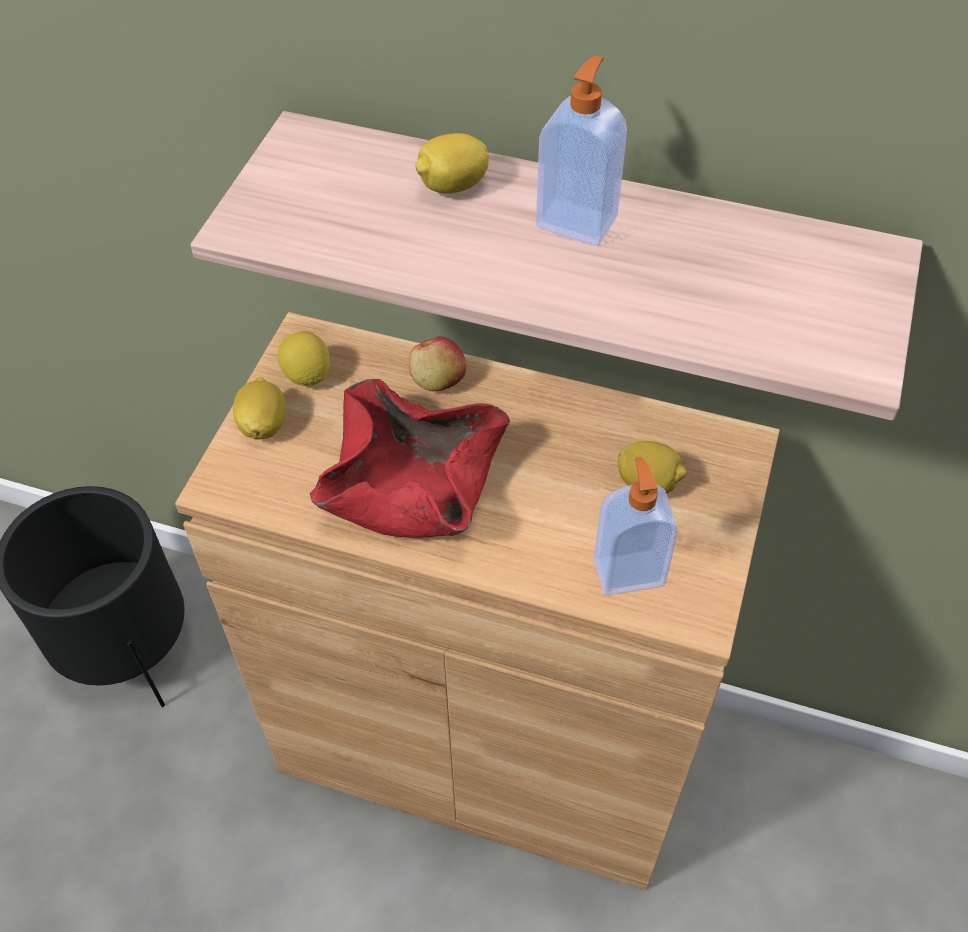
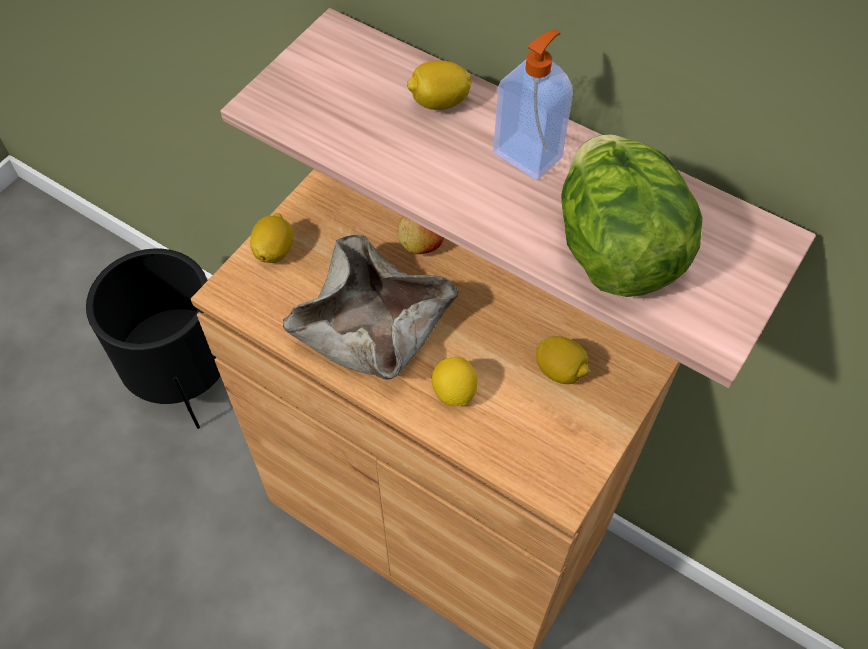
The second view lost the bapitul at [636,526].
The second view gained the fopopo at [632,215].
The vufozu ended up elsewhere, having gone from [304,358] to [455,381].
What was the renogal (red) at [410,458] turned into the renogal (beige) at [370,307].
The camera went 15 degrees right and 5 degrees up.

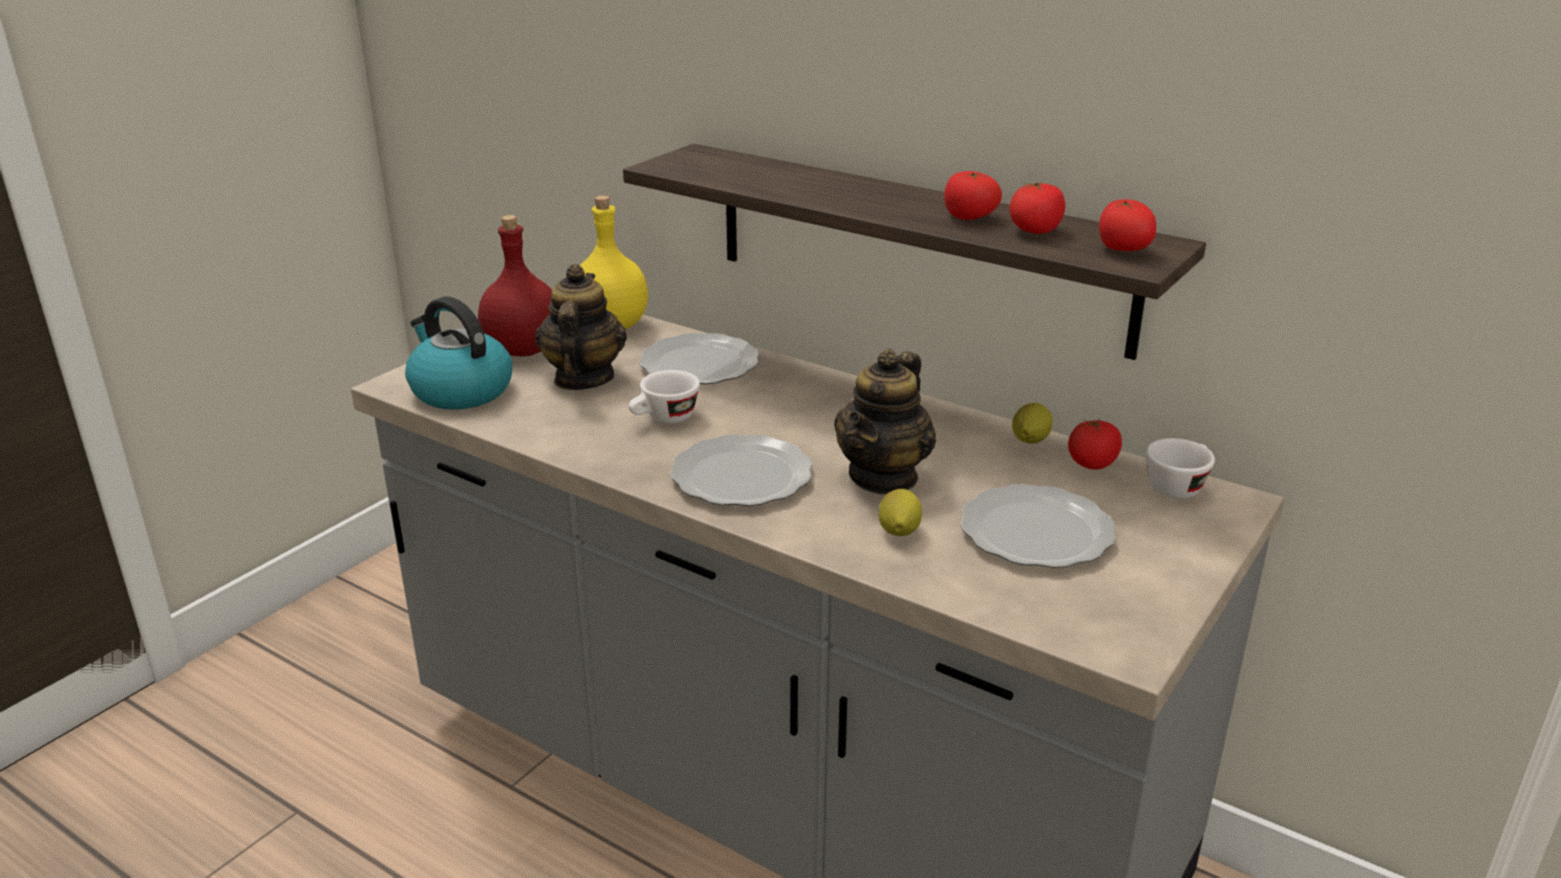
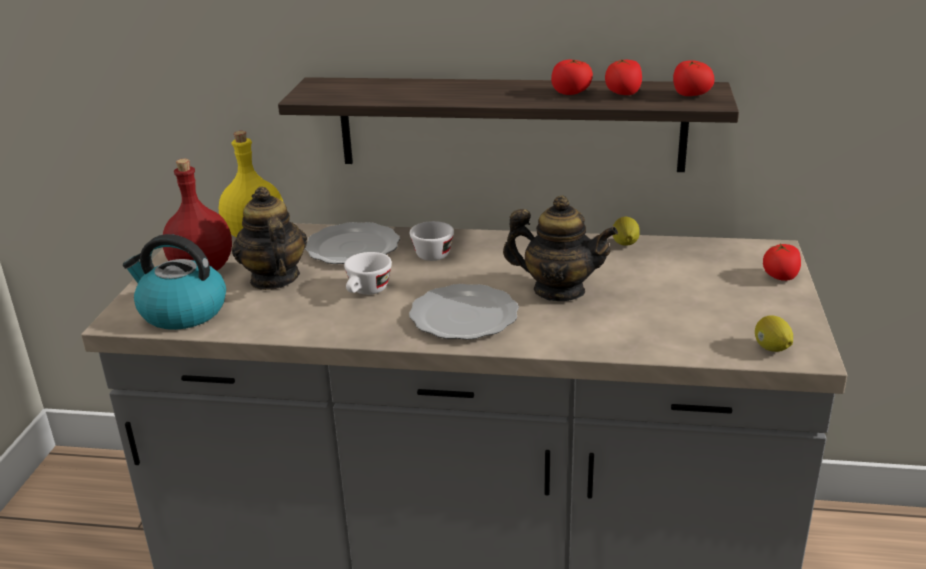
The second view lost the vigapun at [1038,526].
The vufozu ended up elsewhere, having gone from [900,512] to [774,333].
The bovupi ended up elsewhere, having gone from [1095,444] to [782,262].
The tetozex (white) ended up elsewhere, having gone from [1180,468] to [432,241].
The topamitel at [885,421] ended up facing another way, 75 degrees counterclockwise from before.
The camera went 25 degrees left and 0 degrees up.

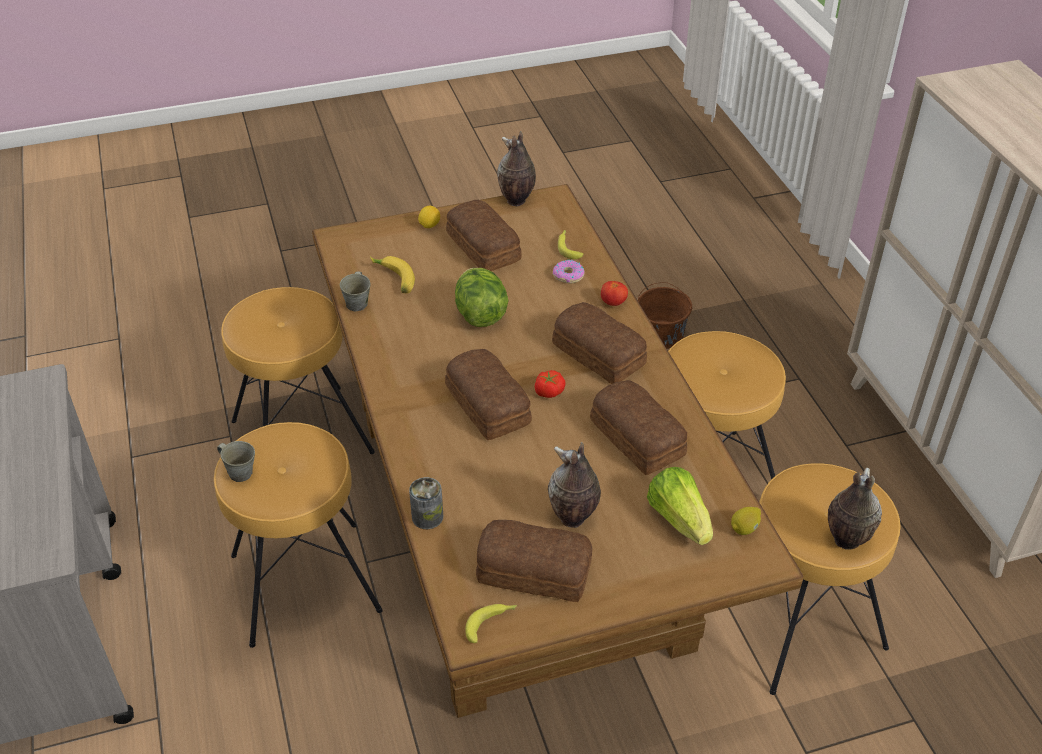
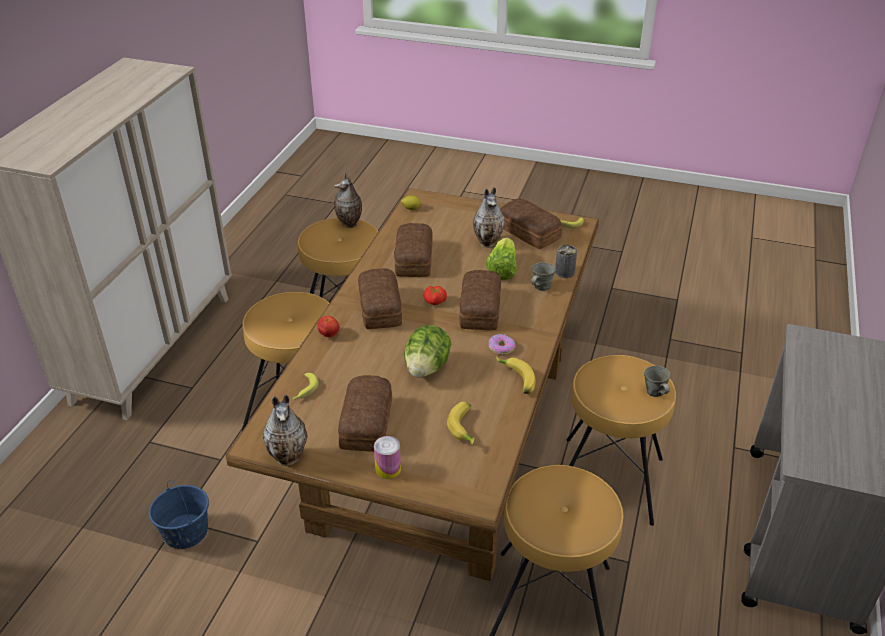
The second view gained the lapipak at [516,375].
The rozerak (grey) ended up elsewhere, having gone from [355,291] to [543,276].
The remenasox ended up elsewhere, having gone from [569,272] to [502,344].
The fopopo ended up elsewhere, having gone from [680,506] to [501,258].
Where the vufozu stood at [429,217], the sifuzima came to stand at [387,457].
What was the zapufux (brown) at [665,315] turned into the zapufux (blue) at [179,514].
The camera went 145 degrees left and 5 degrees down.

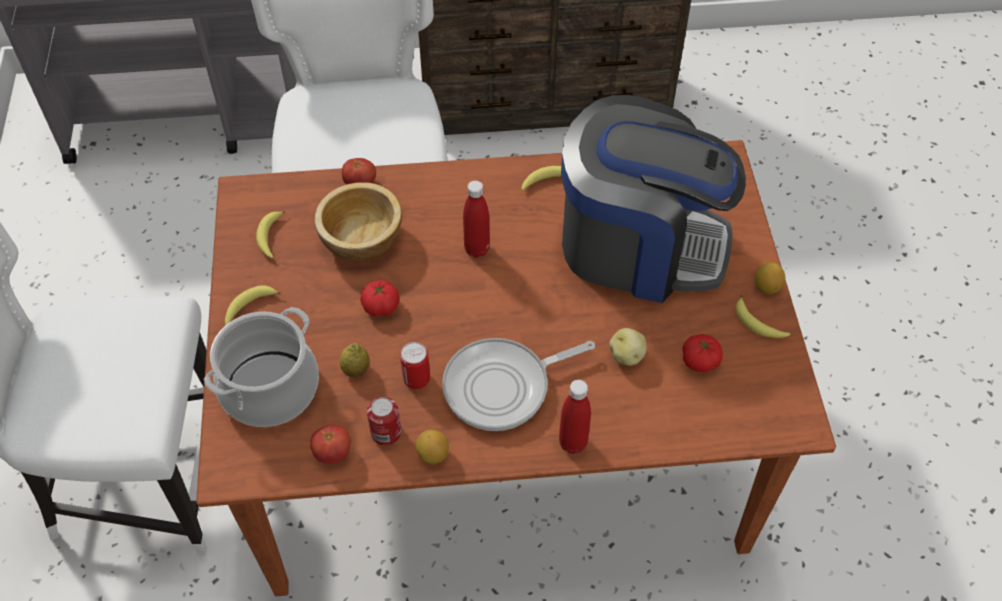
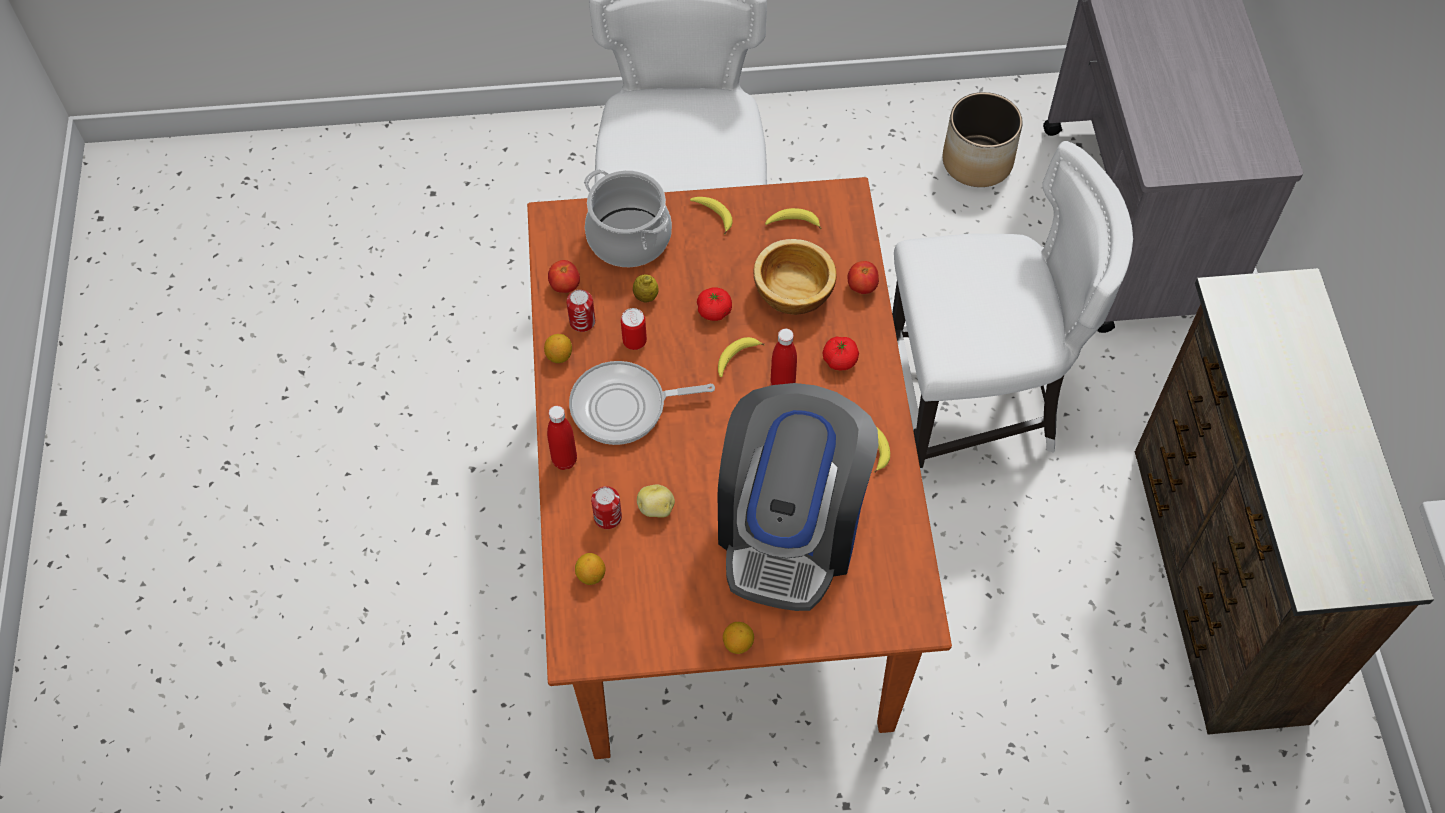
The second view gained the vufozu at [590,569].
The second view gained the sifuzima at [606,507].
The second view gained the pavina at [983,139].
The bovupi ended up elsewhere, having gone from [702,353] to [841,353].
The lapipak ended up elsewhere, having gone from [763,316] to [741,357].
The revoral at [518,384] ended up facing another way, 75 degrees counterclockwise from before.
The camera went 90 degrees right and 5 degrees up.

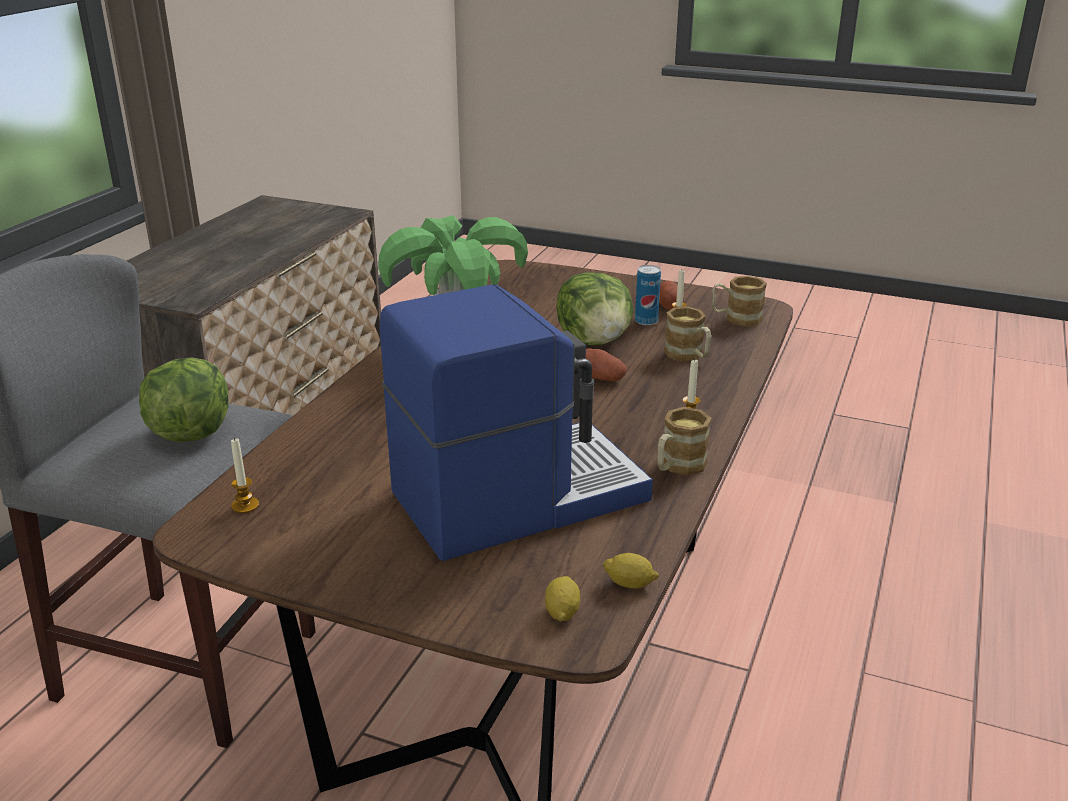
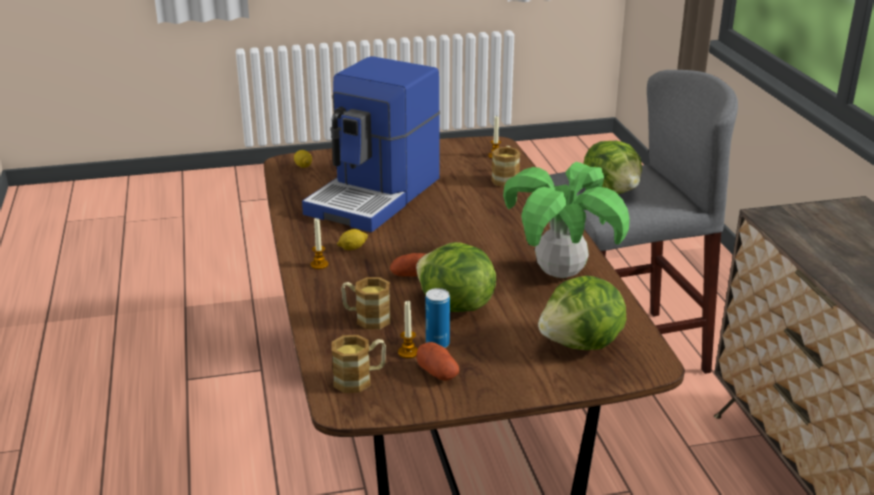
The second view gained the fopopo at [582,313].
The vufozu ended up elsewhere, having gone from [630,571] to [352,239].
The rozerak ended up elsewhere, having gone from [684,441] to [505,166].
The camera went 145 degrees right and 0 degrees up.

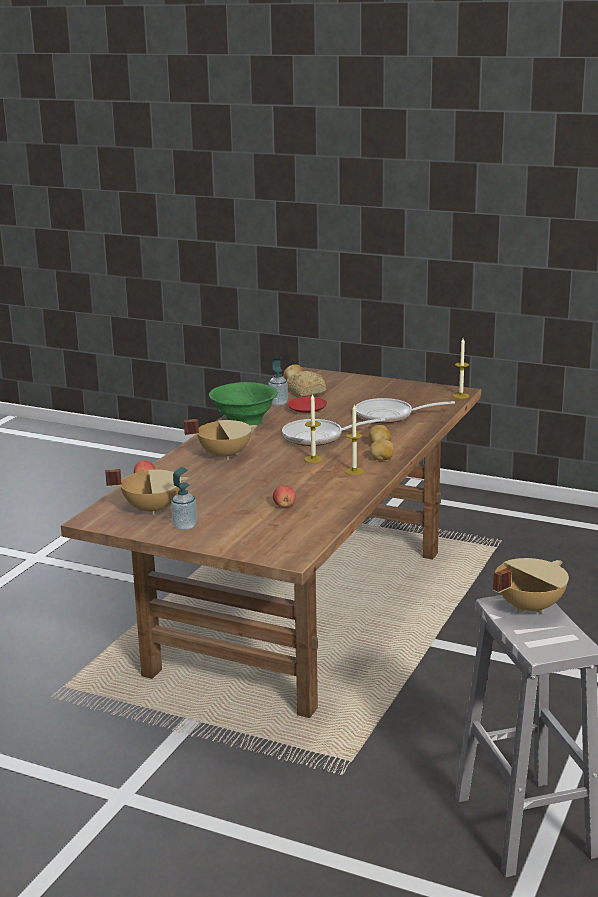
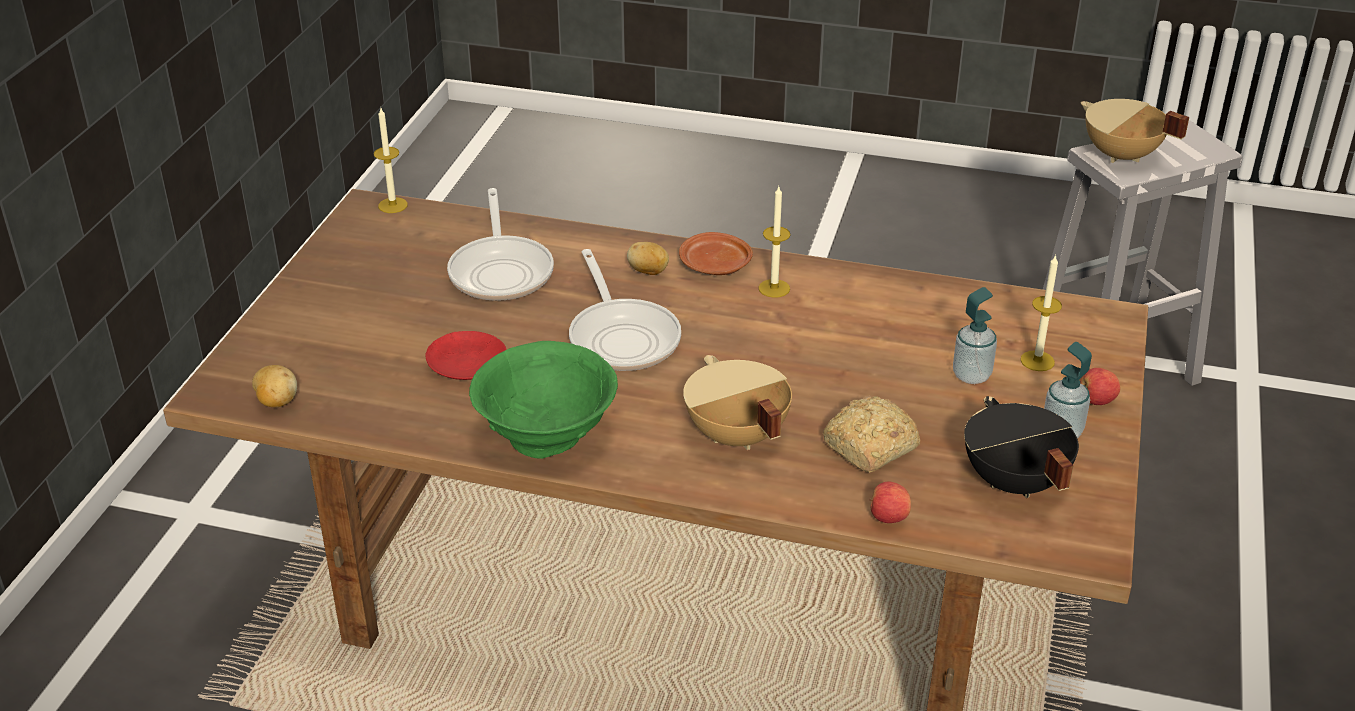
The bapitul ended up elsewhere, having gone from [278,382] to [975,335].
The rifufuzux ended up elsewhere, having gone from [284,496] to [1100,386].
The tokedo ended up elsewhere, having gone from [307,384] to [871,434].
The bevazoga ended up elsewhere, having gone from [313,428] to [1041,312].
Where the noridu stood at [382,450], the vigapun (brown) came to stand at [716,253].
What was the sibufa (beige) at [147,492] turned into the sibufa (black) at [1021,447].
The camera went 100 degrees left and 15 degrees up.

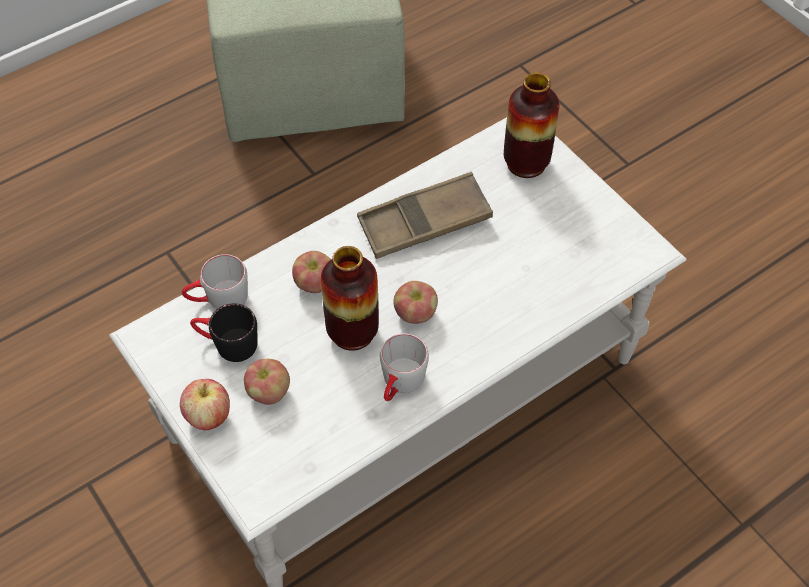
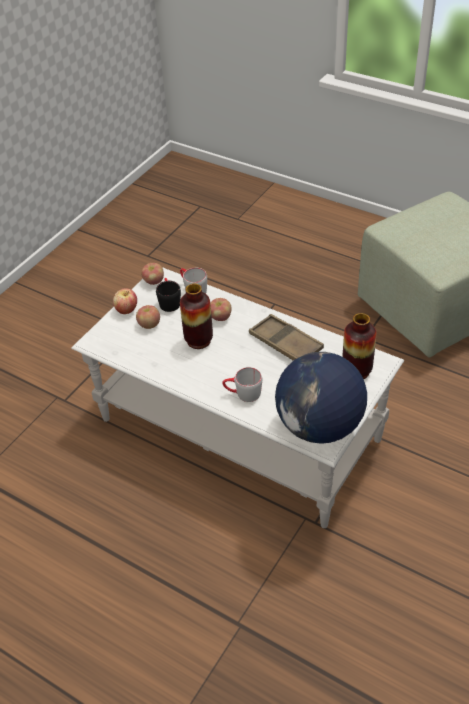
The second view gained the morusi at [321,398].
The rozerak (grey) ended up elsewhere, having gone from [404,367] to [242,384].
The rifufuzux ended up elsewhere, having gone from [415,302] to [152,274].
The camera went 70 degrees right and 10 degrees down.

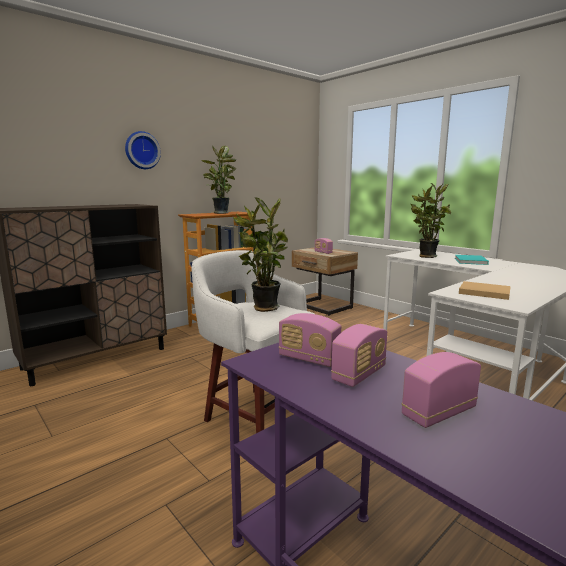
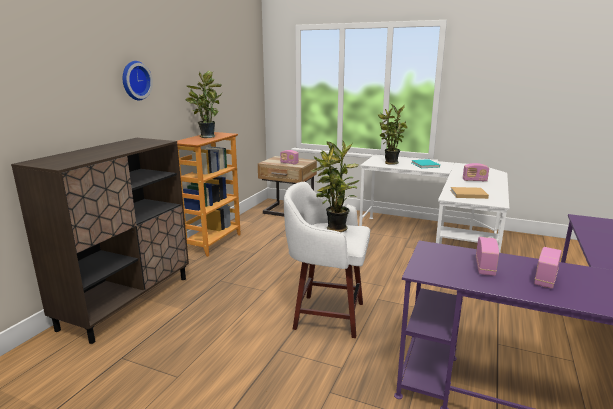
The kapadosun ended up elsewhere, having gone from [310,340] to [476,172].
The camera went 25 degrees left and 5 degrees up.

